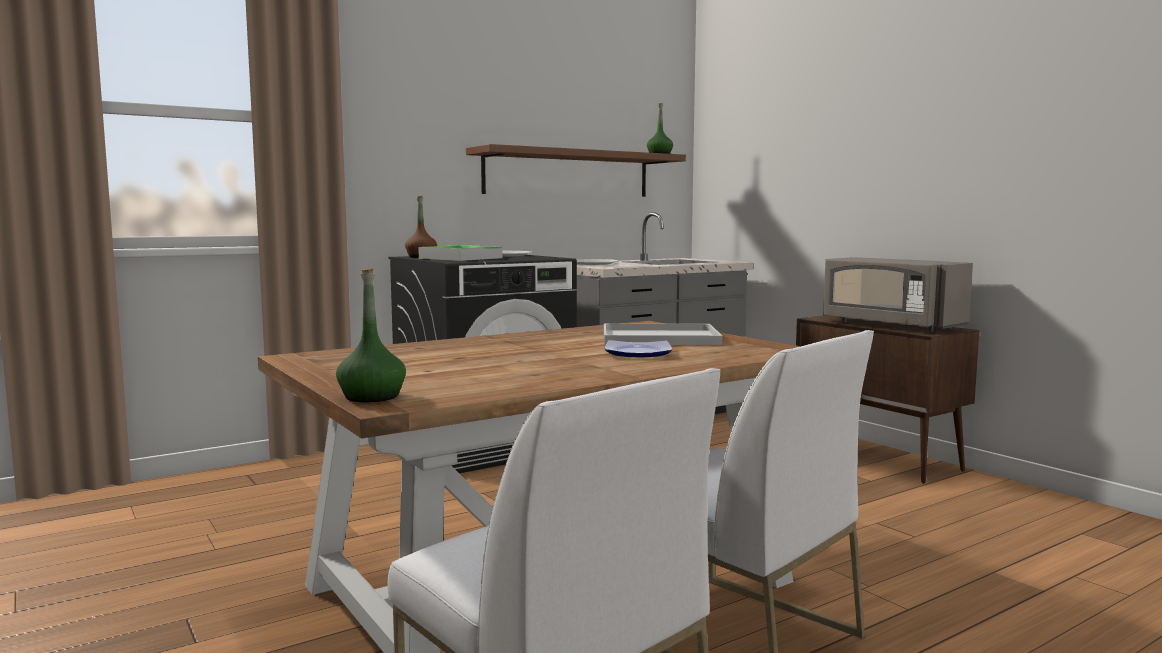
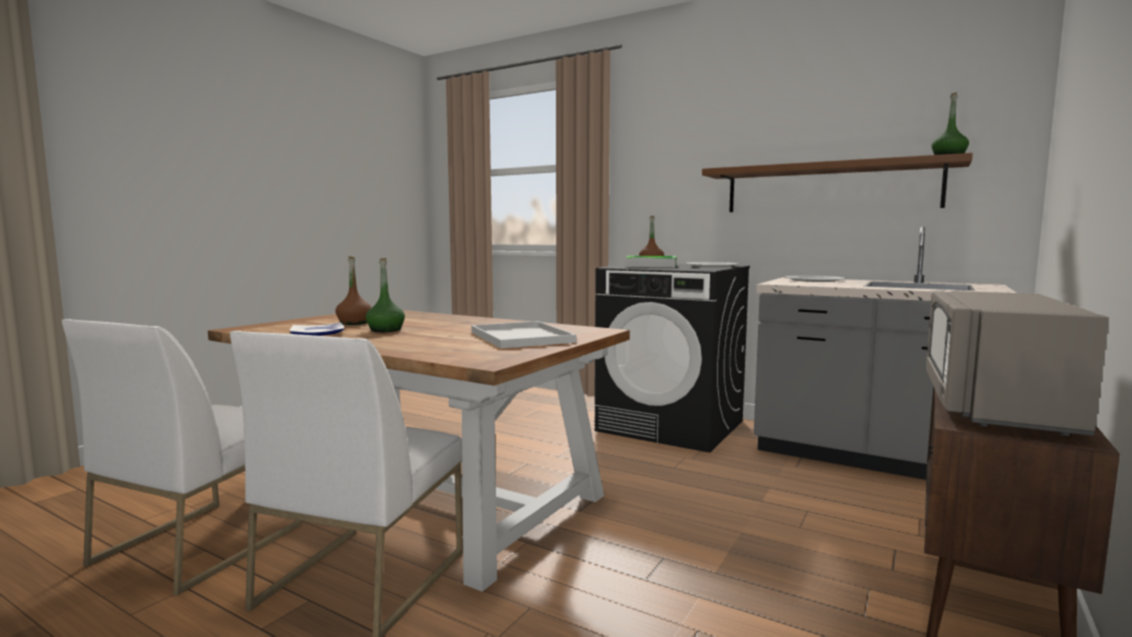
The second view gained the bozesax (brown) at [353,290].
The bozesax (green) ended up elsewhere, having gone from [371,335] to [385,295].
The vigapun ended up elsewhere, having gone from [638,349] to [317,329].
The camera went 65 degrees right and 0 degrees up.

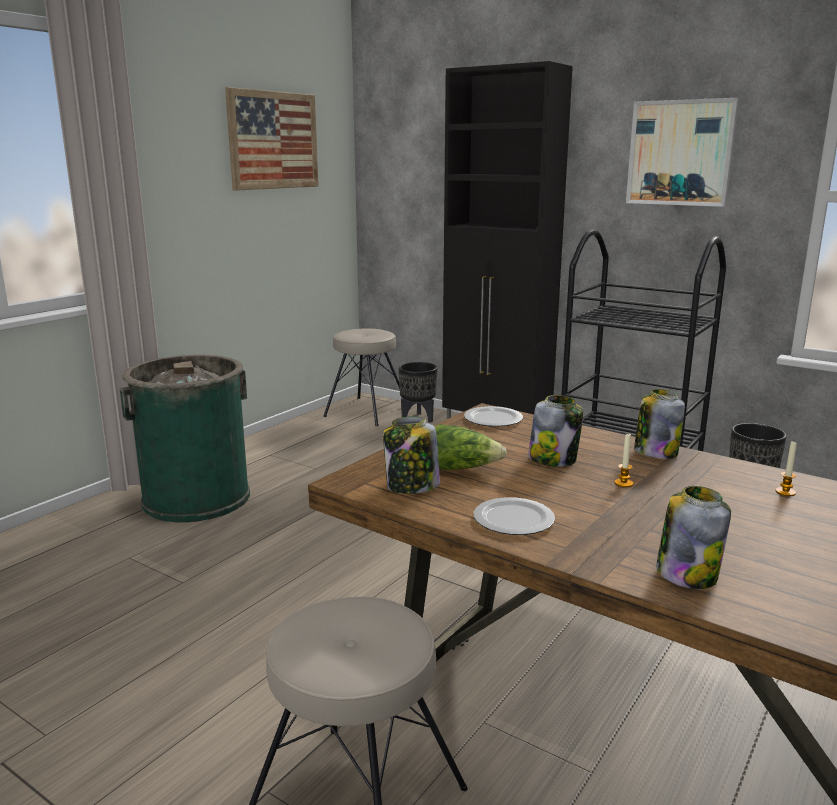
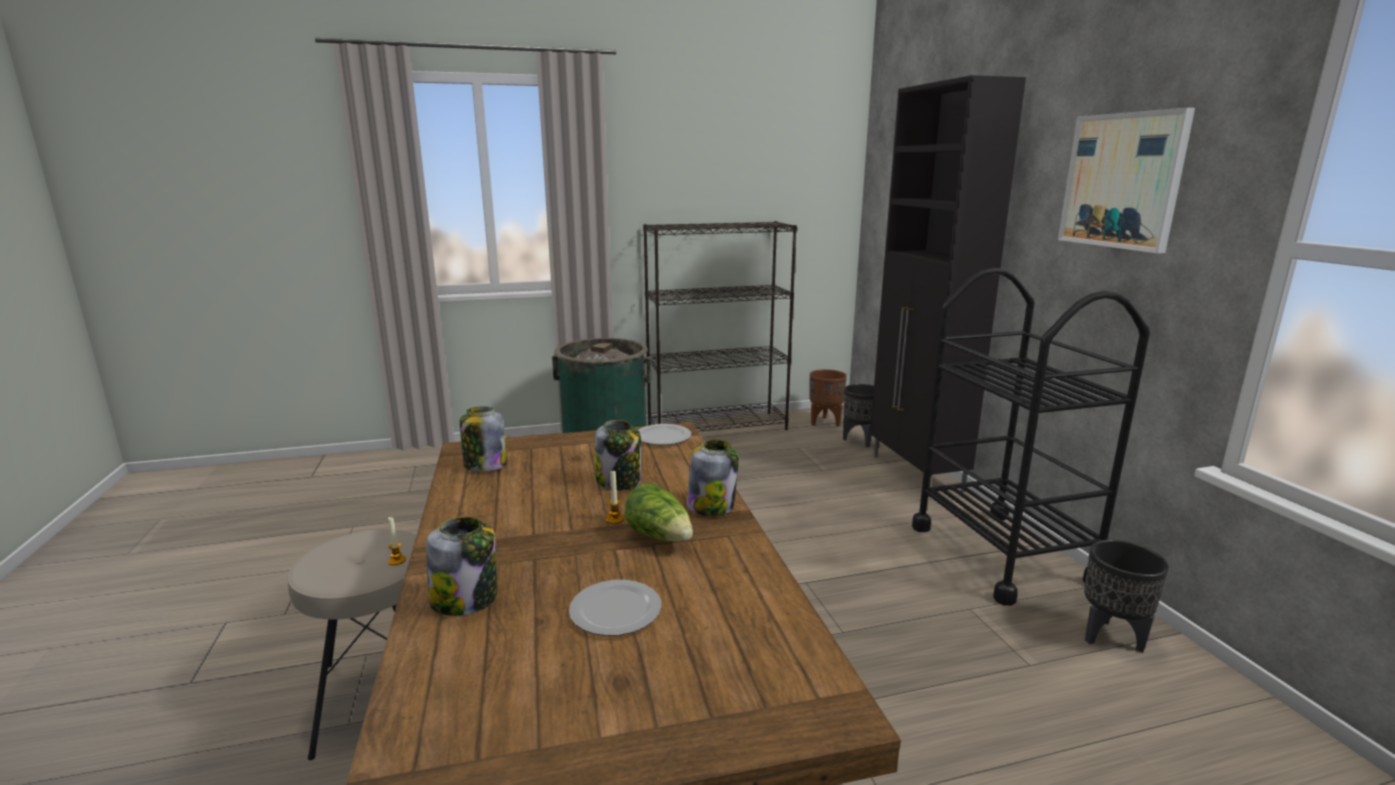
The second view lost the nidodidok at [272,139].
The second view gained the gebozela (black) at [720,326].
The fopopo ended up elsewhere, having gone from [471,447] to [659,512].
The vigapun ended up elsewhere, having gone from [514,516] to [615,608].
The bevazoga ended up elsewhere, having gone from [786,468] to [397,540].
Where the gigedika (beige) stood at [361,377], the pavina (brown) came to stand at [828,398].
The camera went 40 degrees right and 0 degrees up.

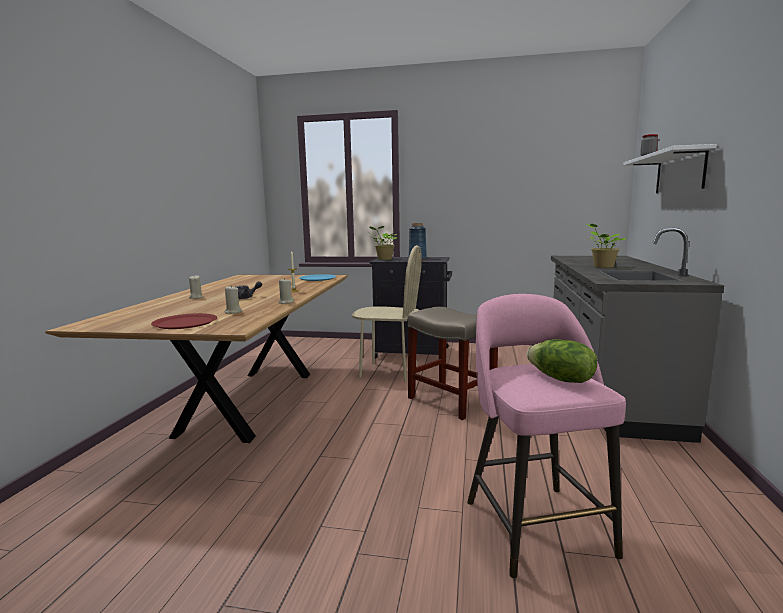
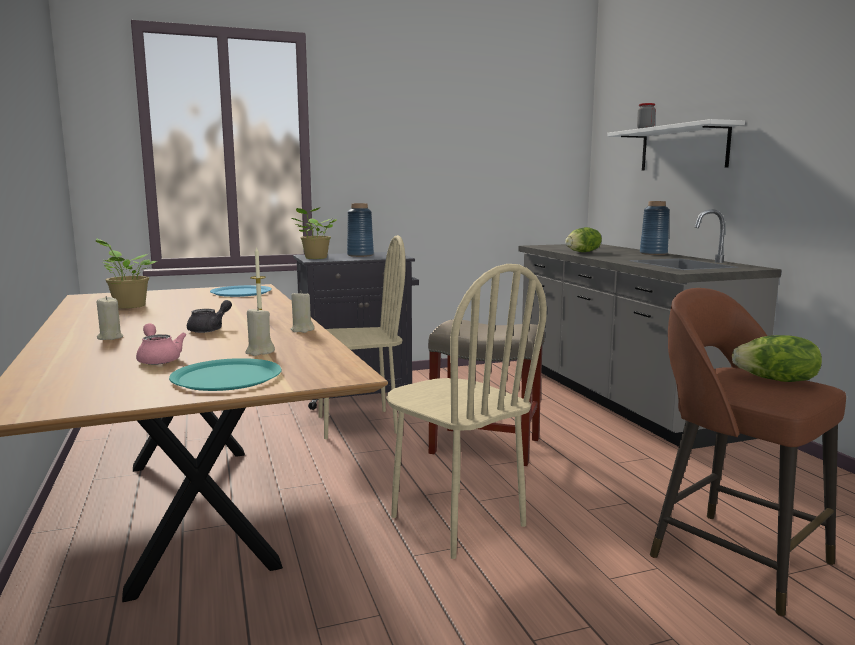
The second view gained the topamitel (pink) at [161,344].
The second view gained the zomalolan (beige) at [466,411].
The second view gained the fopopo at [583,239].
The second view gained the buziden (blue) at [654,228].
The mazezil ended up elsewhere, having gone from [607,246] to [126,273].
What was the vigapun (red) at [184,321] turned into the vigapun (turquoise) at [225,374].
What was the gigedika (pink) at [546,436] turned into the gigedika (brown) at [748,452].
The camera went 30 degrees left and 0 degrees up.

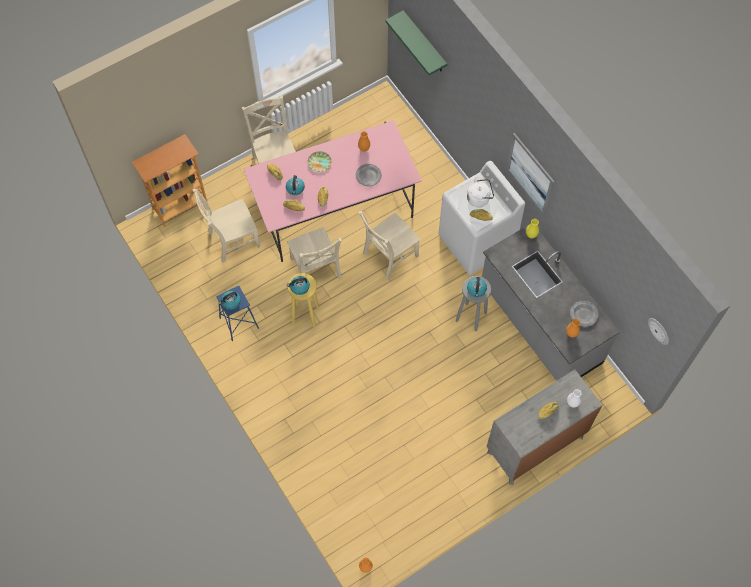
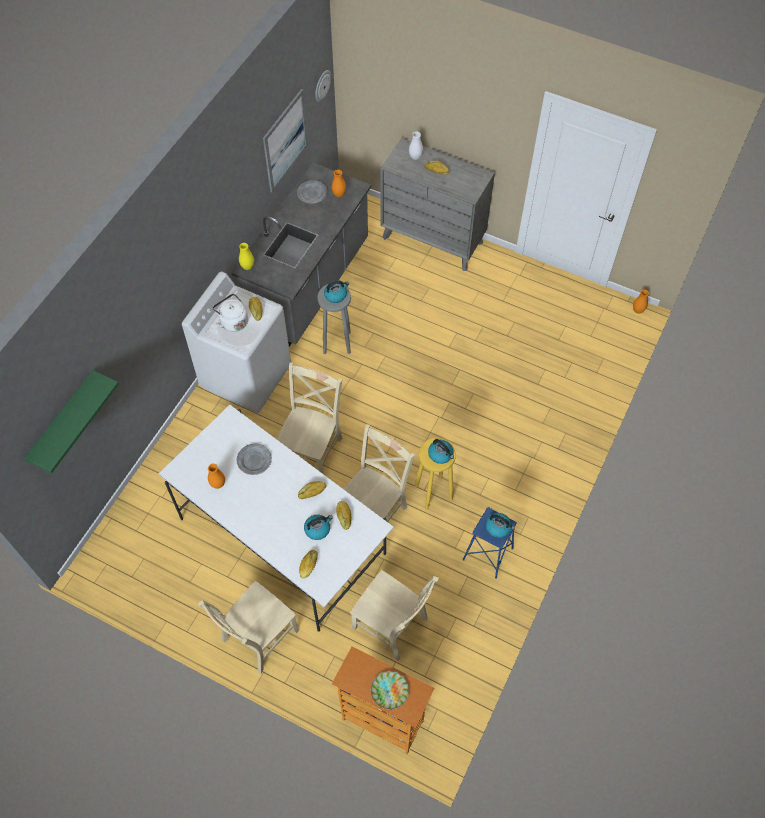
The vigapun ended up elsewhere, having gone from [320,161] to [390,690].
The nidodidok ended up elsewhere, having gone from [530,174] to [285,141].
What was the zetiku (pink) at [333,191] turned into the zetiku (white) at [276,518].
The zomalolan (beige) at [389,245] ended up facing another way, 90 degrees counterclockwise from before.
The camera went 120 degrees left and 5 degrees down.

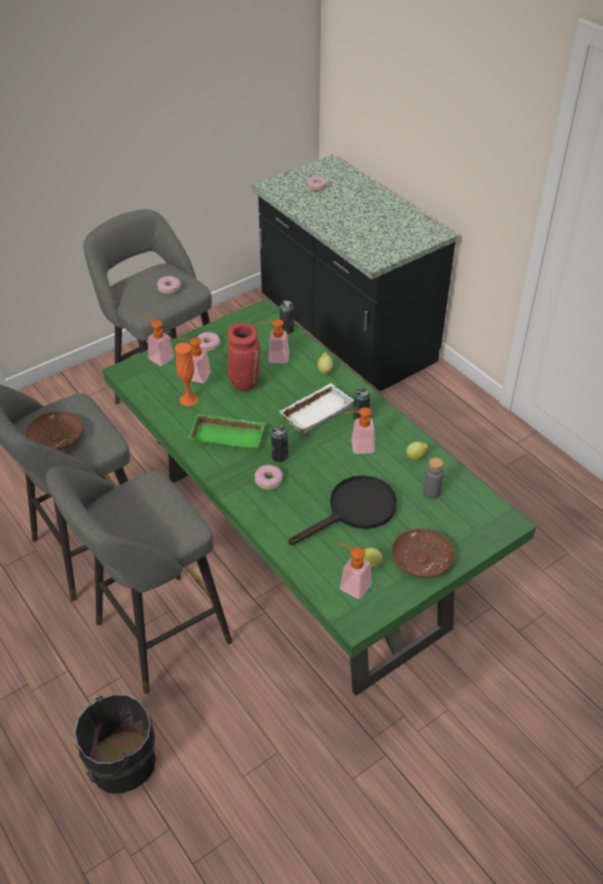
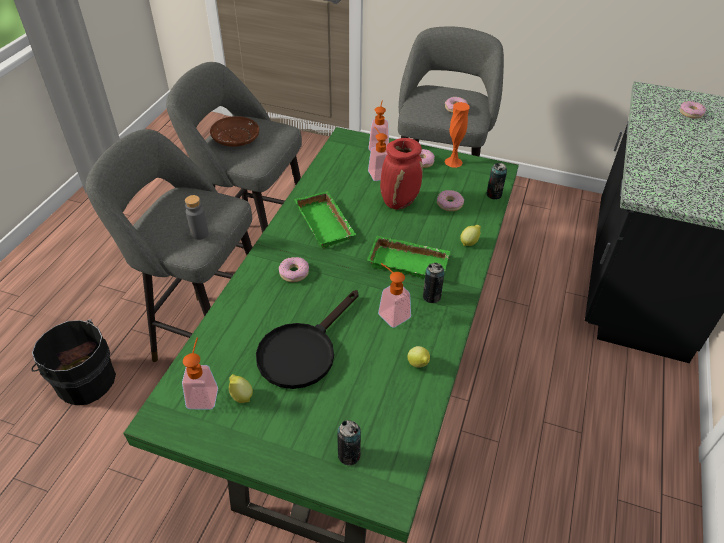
The second view lost the vigapun (brown) at [423,553].
The buziden (orange) ended up elsewhere, having gone from [186,374] to [457,135].
The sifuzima ended up elsewhere, having gone from [279,444] to [349,443].
The bozesax (grey) ended up elsewhere, having gone from [433,478] to [197,217].
Where the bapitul stood at [274,341], the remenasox came to stand at [450,200].
What was the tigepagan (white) at [316,408] turned into the tigepagan (green) at [409,257].
The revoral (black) at [342,510] ended up facing another way, 105 degrees clockwise from before.
The camera went 55 degrees right and 0 degrees up.

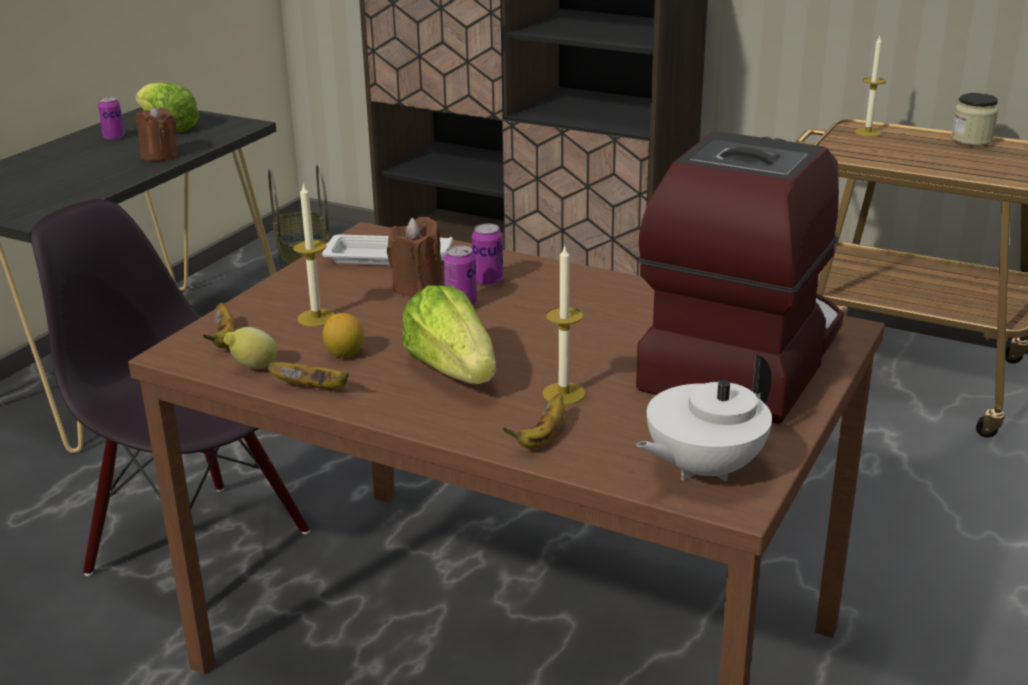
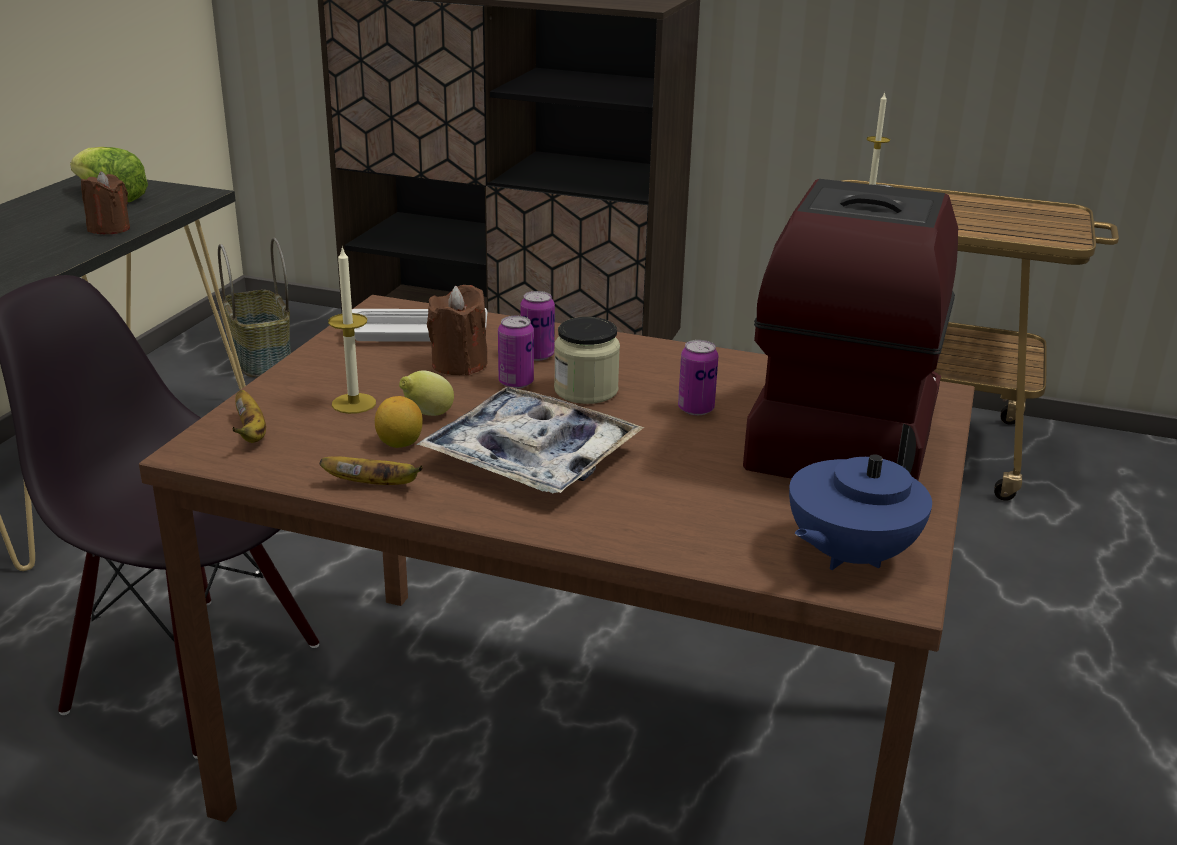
The second view lost the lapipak at [534,420].
The second view lost the bevazoga at [564,325].
The sifuzima ended up elsewhere, having gone from [111,118] to [698,377].
The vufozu ended up elsewhere, having gone from [250,348] to [426,393].
The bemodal ended up elsewhere, having gone from [974,119] to [587,360].
Where the fopopo stood at [448,335], the tigepagan came to stand at [530,440].
What was the topamitel (white) at [704,417] turned into the topamitel (blue) at [860,497].
The camera went 10 degrees left and 0 degrees up.

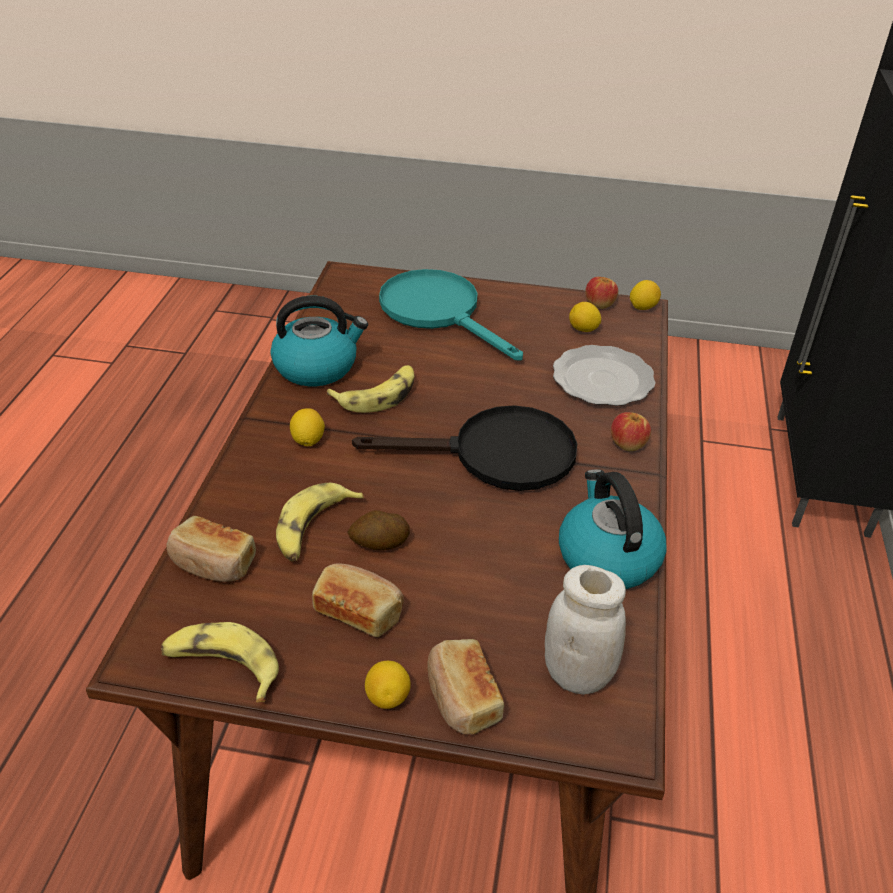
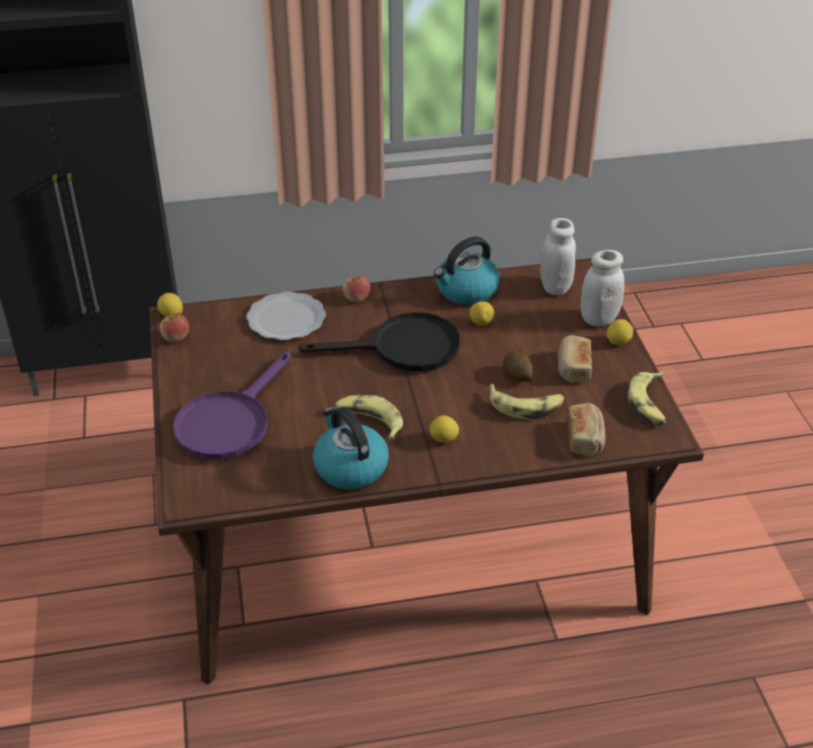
The vufozu ended up elsewhere, having gone from [585,317] to [482,313].
Where the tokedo stood at [465,687], the bemodal (white) came to stand at [602,288].
What was the revoral (turquoise) at [451,314] turned into the revoral (purple) at [232,405].
The revoral (black) at [464,448] ended up facing another way, 105 degrees clockwise from before.
The camera went 110 degrees left and 0 degrees up.

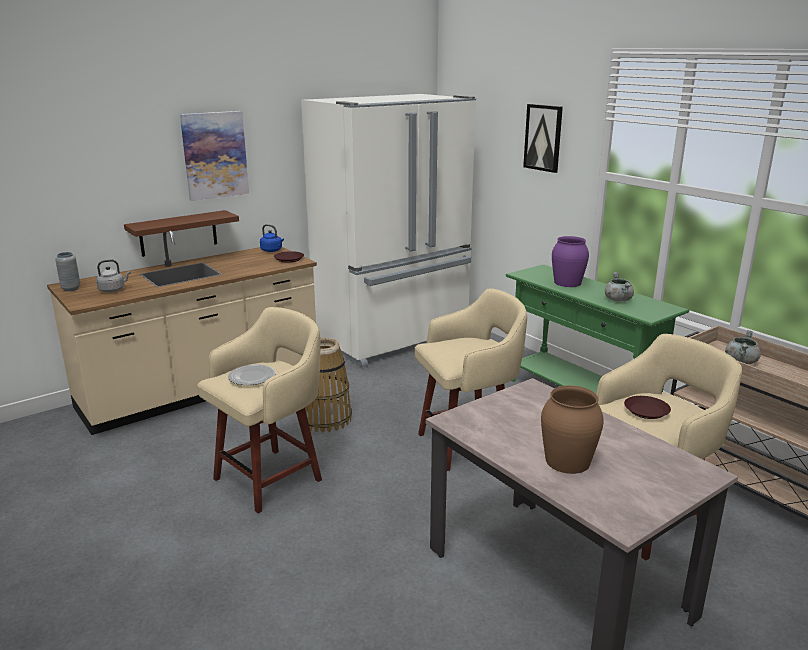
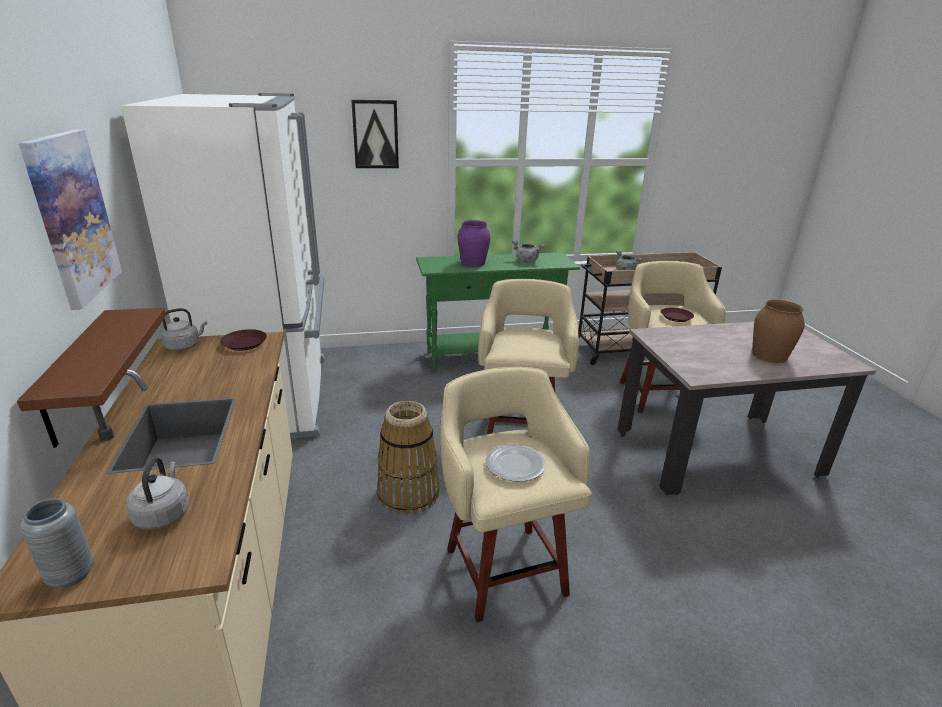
What was the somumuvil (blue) at [272,238] turned into the somumuvil (grey) at [184,329].
The camera went 65 degrees left and 5 degrees up.

